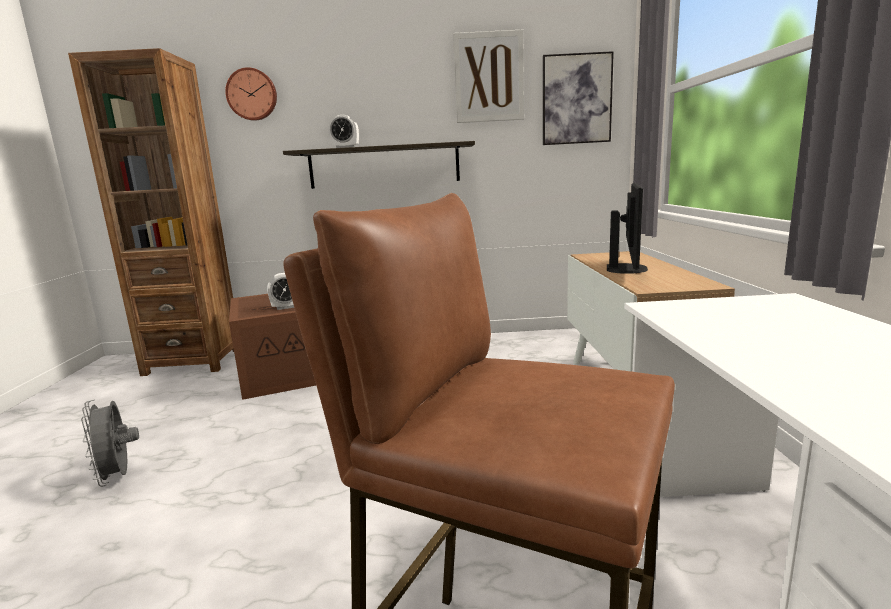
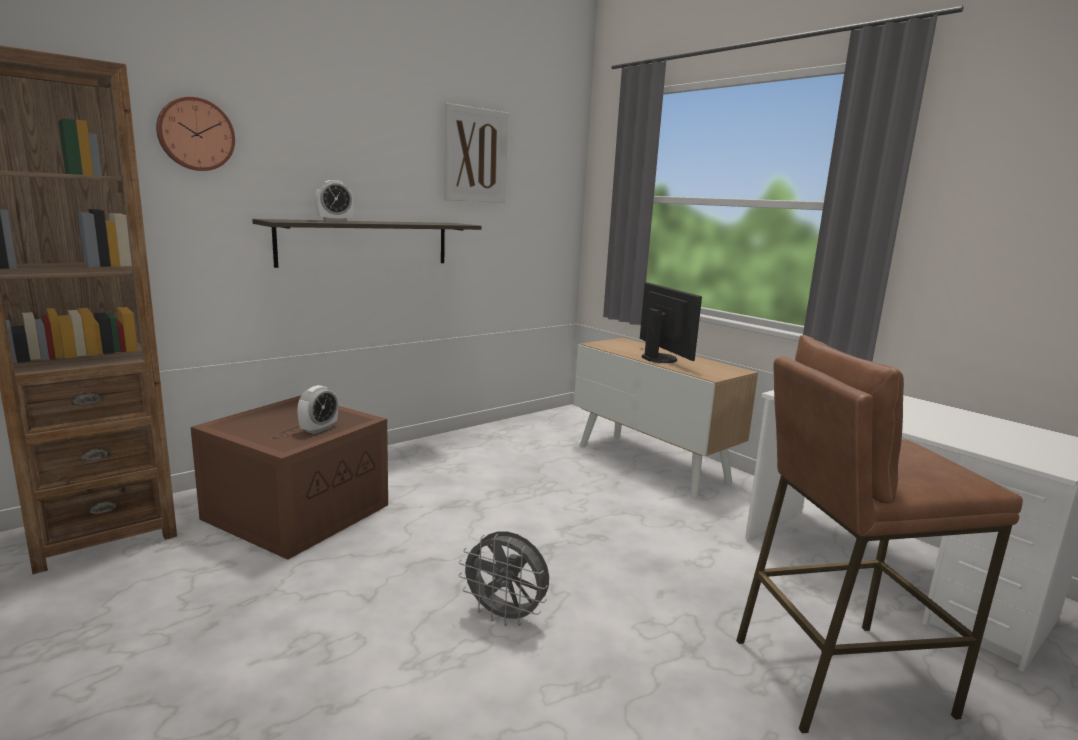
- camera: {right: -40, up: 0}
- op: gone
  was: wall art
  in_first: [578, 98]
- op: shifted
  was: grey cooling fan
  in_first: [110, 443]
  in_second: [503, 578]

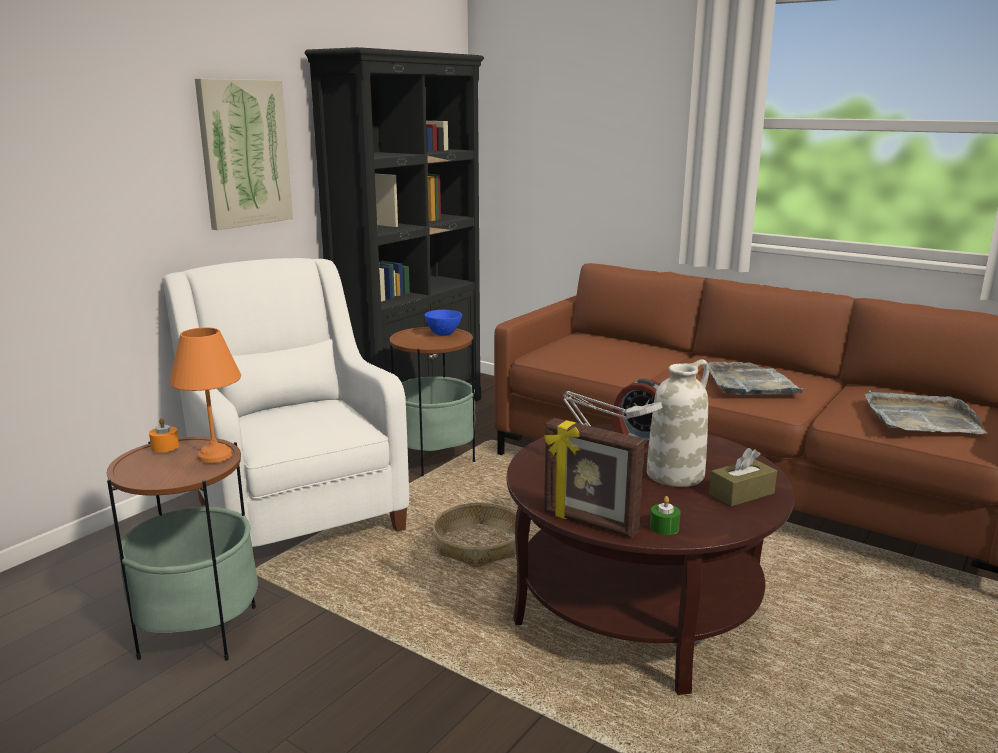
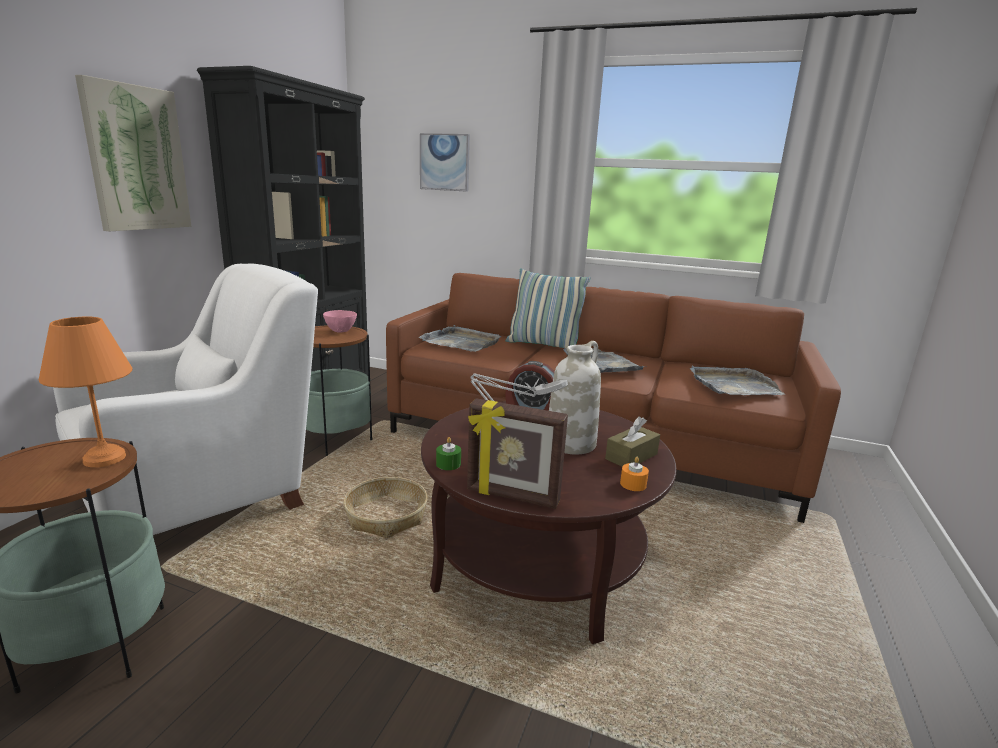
- camera: {right: -15, up: 0}
- op: rotated
  was: white easy chair
  in_first: [286, 402]
  in_second: [185, 399]
  clockwise: 90
- op: repainted
  was: blue-coloured deep dish
  now: pinkish deep dish
  in_first: [443, 323]
  in_second: [340, 321]
- op: shifted
  was: orange-coloured wax candle
  in_first: [164, 435]
  in_second: [634, 474]
- op: shifted
  was: green wax candle
  in_first: [665, 515]
  in_second: [448, 453]
- op: new
  now: wall art
  in_second: [445, 162]
- op: new
  now: pillow
  in_second: [548, 308]
- op: new
  now: grey carrying tray
  in_second: [460, 338]

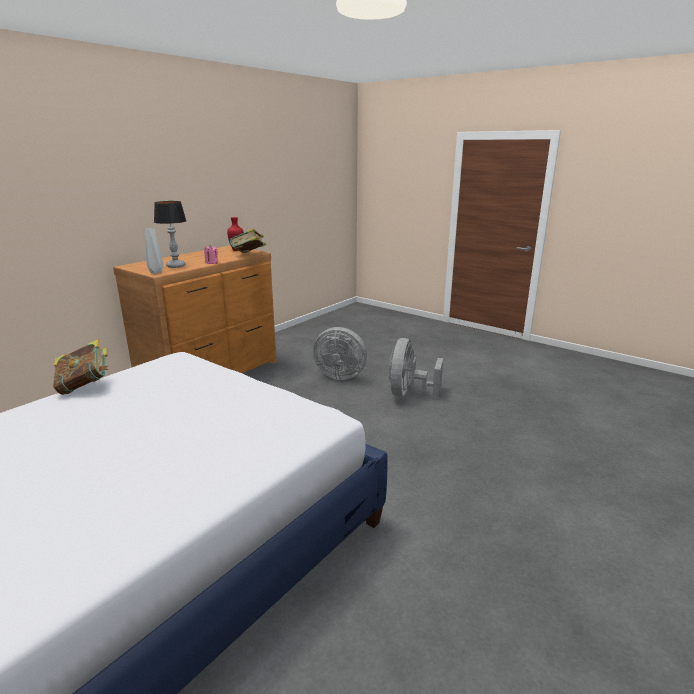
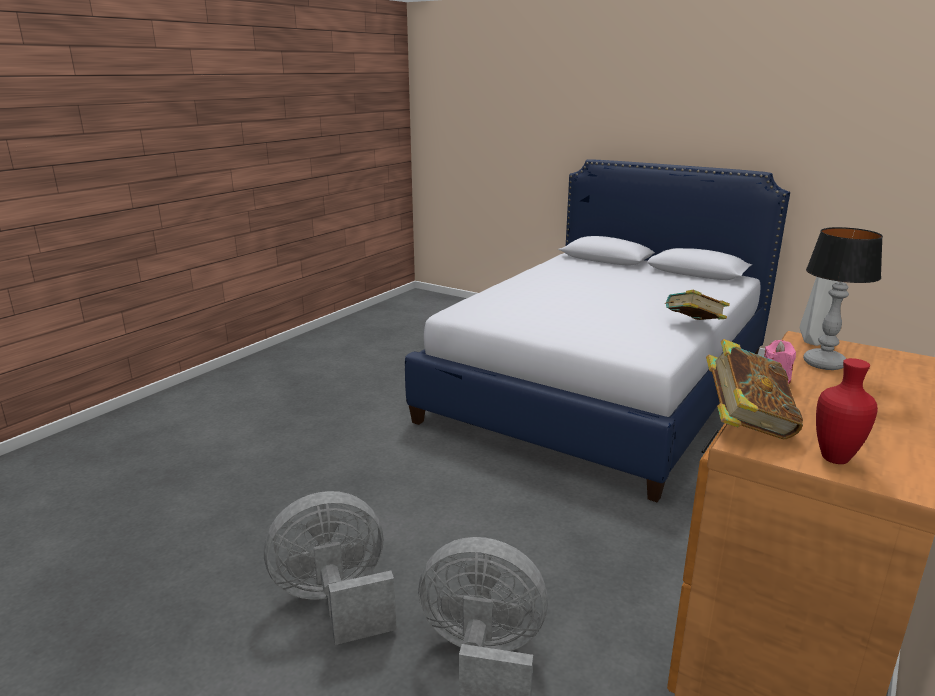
- camera: {right: 175, up: 0}
- op: rotated
  was: grey cooling fan
  in_first: [416, 368]
  in_second: [330, 568]
  clockwise: -120

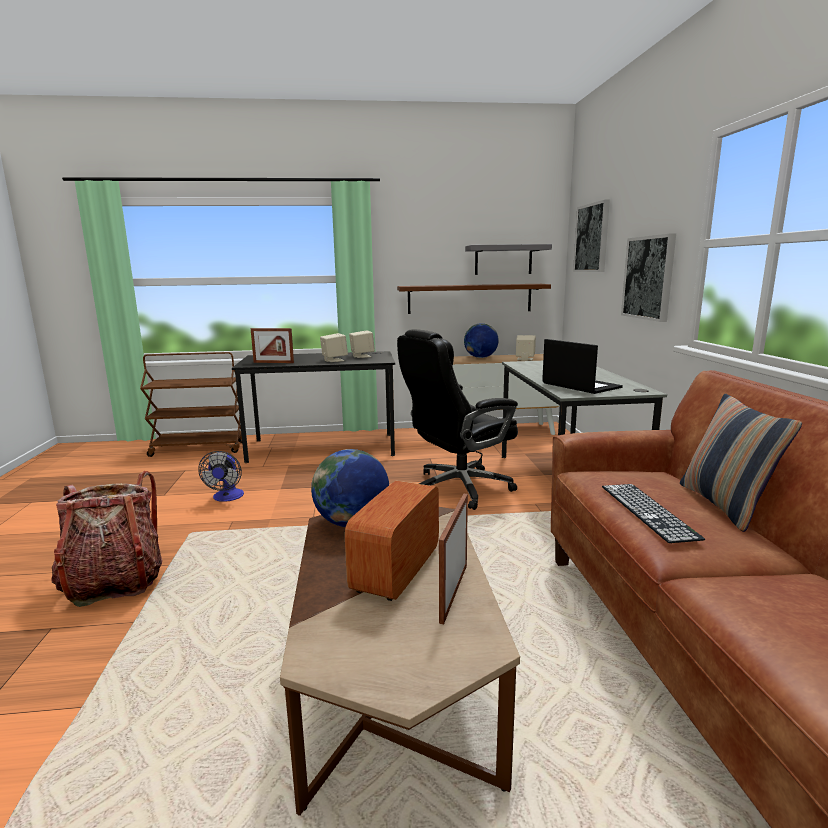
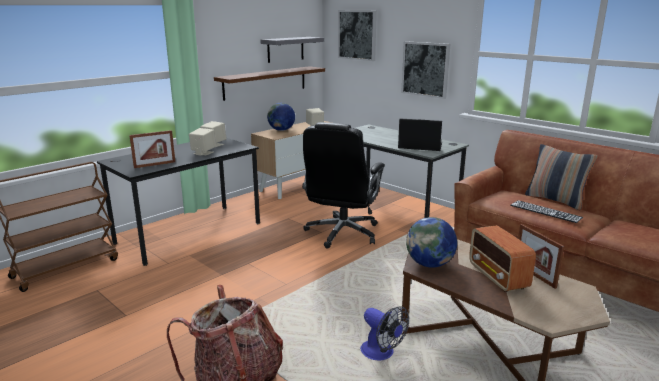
- camera: {right: -40, up: 5}
- op: shifted
  was: cooling fan
  in_first: [221, 476]
  in_second: [384, 333]

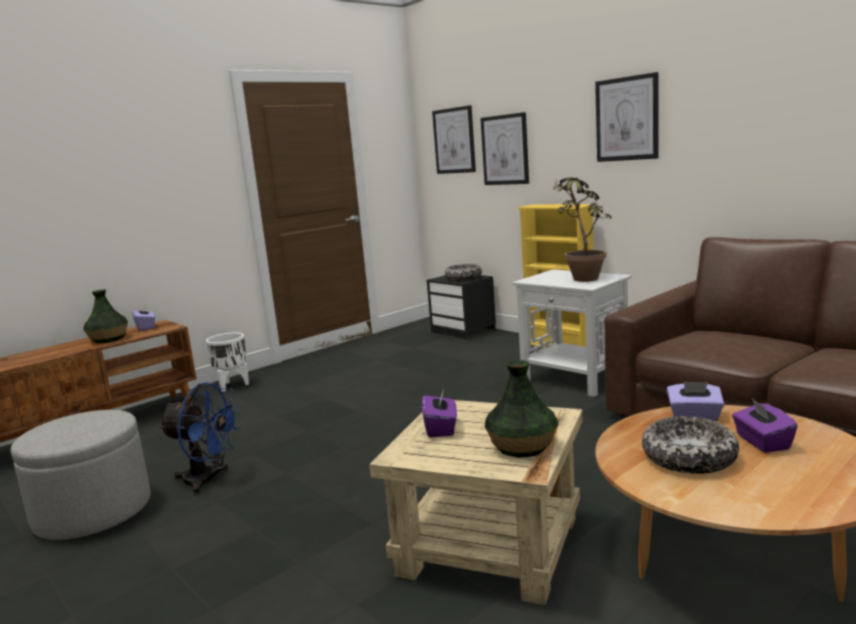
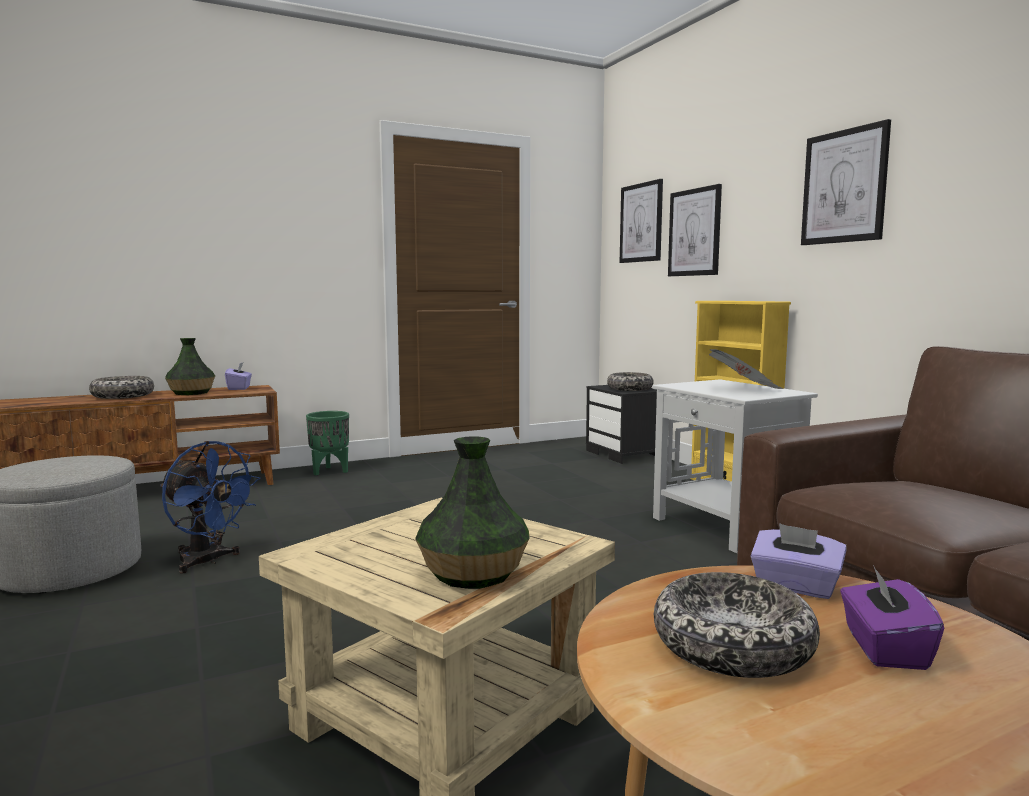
- camera: {right: 15, up: -5}
- op: swapped
  was: houseplant
  now: daily paper
  in_first: [582, 229]
  in_second: [746, 369]
- op: repainted
  was: white plant pot
  now: green plant pot
  in_first: [227, 362]
  in_second: [327, 443]
- op: gone
  was: purple-coloured tissue box
  in_first: [439, 412]
- op: new
  now: deep dish
  in_second: [121, 387]

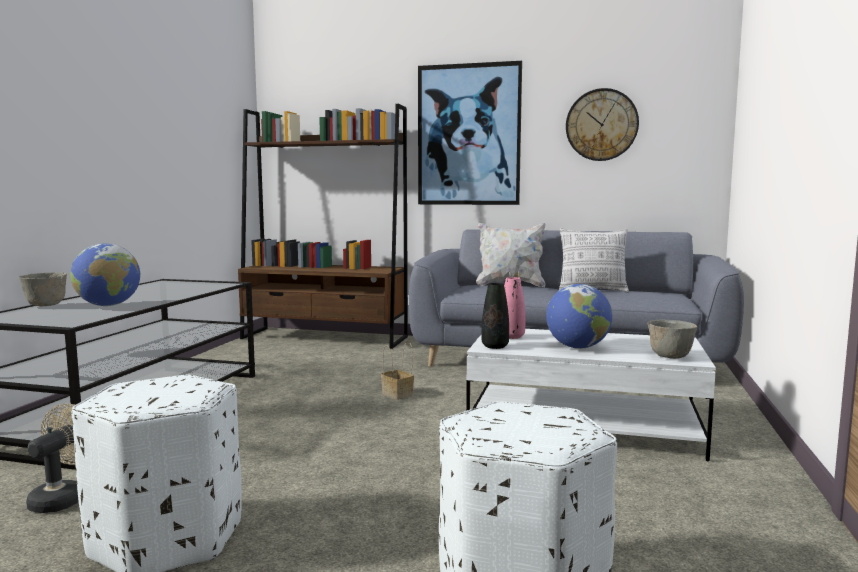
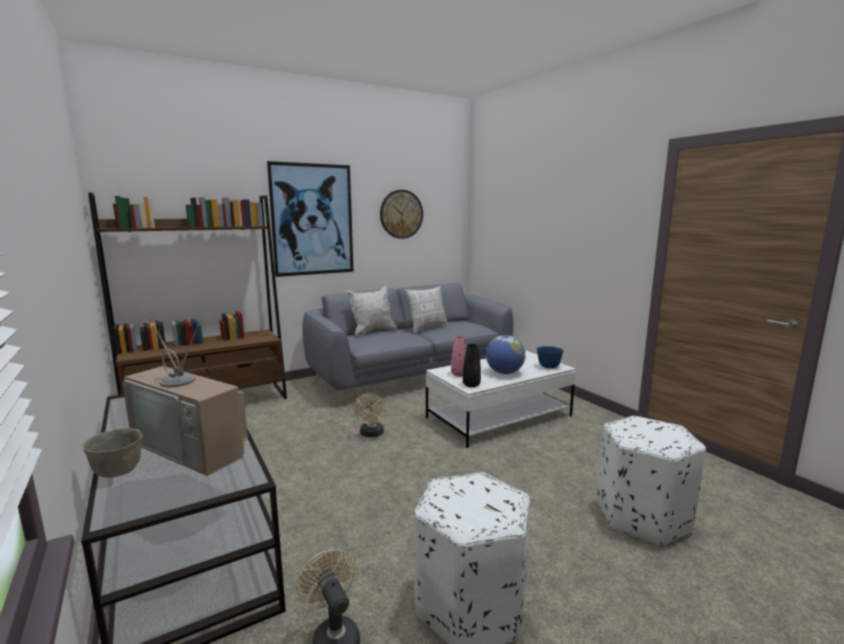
- camera: {right: -45, up: 5}
- op: swapped
  was: globe
  now: television
  in_first: [105, 275]
  in_second: [185, 396]
- op: repainted
  was: grey deep dish
  now: blue-coloured deep dish
  in_first: [672, 339]
  in_second: [550, 357]
- op: swapped
  was: storage basket
  now: beige-coloured cooling fan
  in_first: [397, 370]
  in_second: [369, 415]

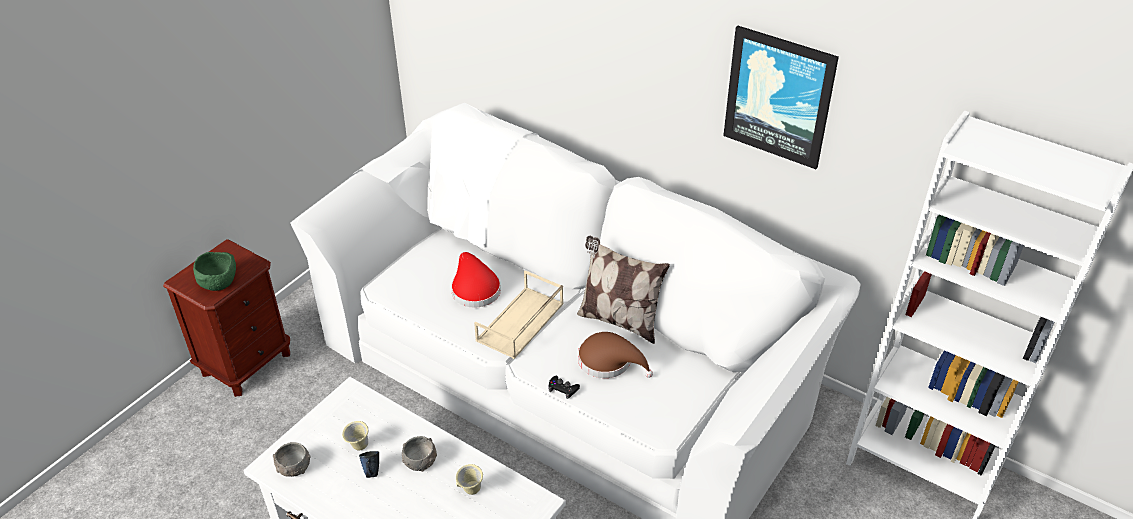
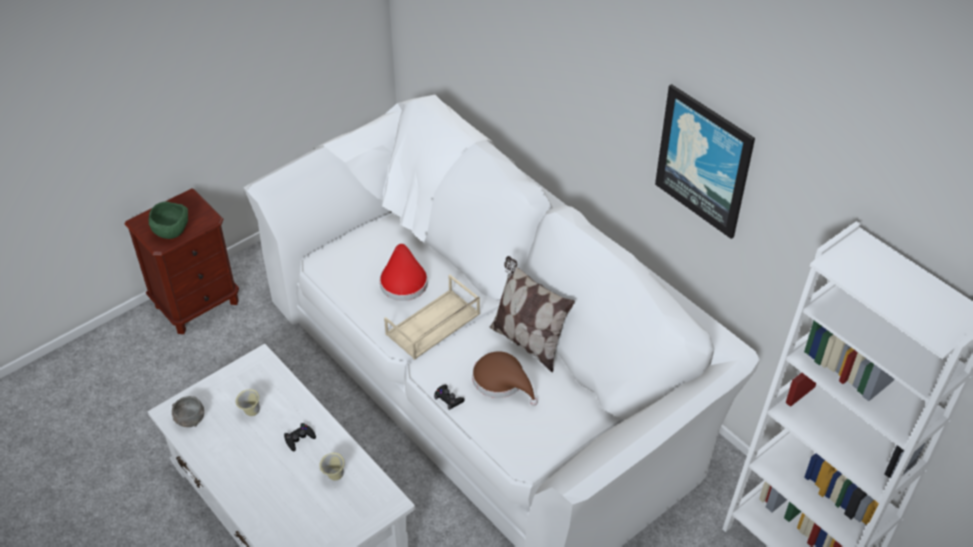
- camera: {right: 15, up: 5}
- op: swapped
  was: grey deep dish
  now: black-coloured joypad
  in_first: [419, 454]
  in_second: [300, 437]
- op: gone
  was: blue-coloured tea mug
  in_first: [369, 464]

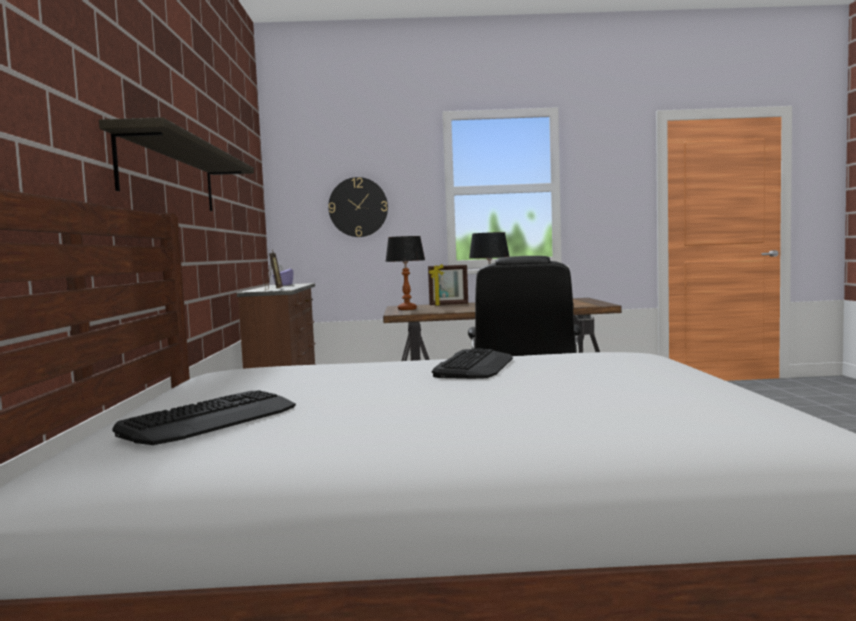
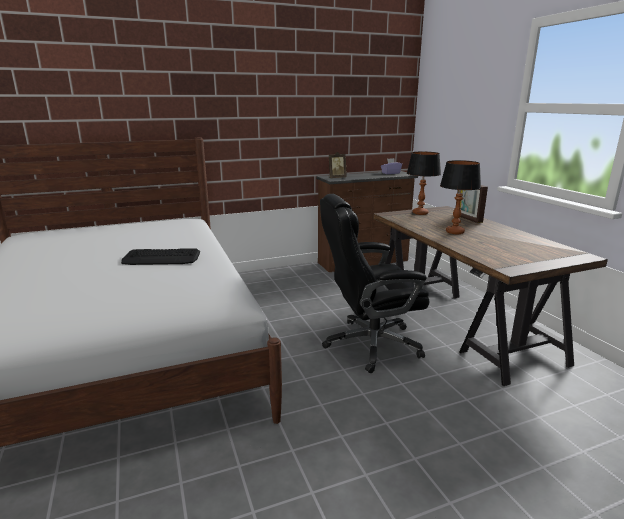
- camera: {right: 70, up: 15}
- op: gone
  was: wall shelf
  in_first: [176, 164]
- op: gone
  was: hanging clock
  in_first: [358, 207]
- op: gone
  was: PC keyboard
  in_first: [204, 417]

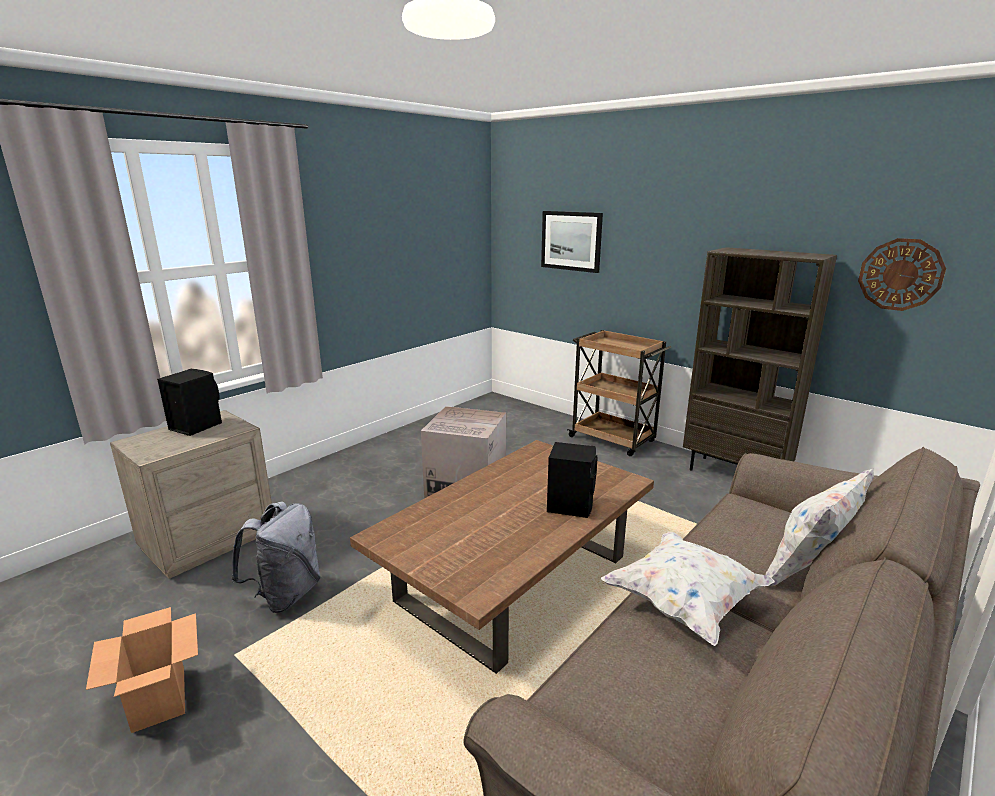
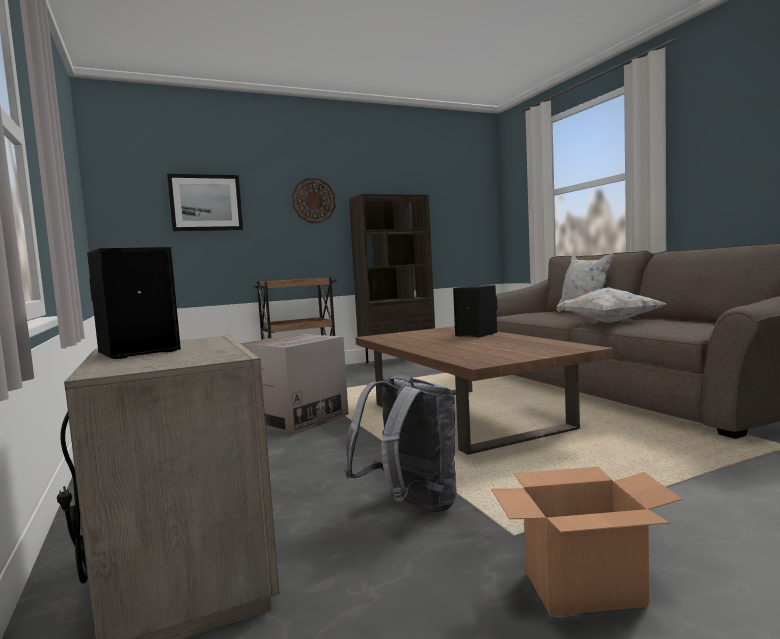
- camera: {right: -65, up: -15}
- op: shifted
  was: hanging clock
  in_first: [902, 274]
  in_second: [314, 200]

